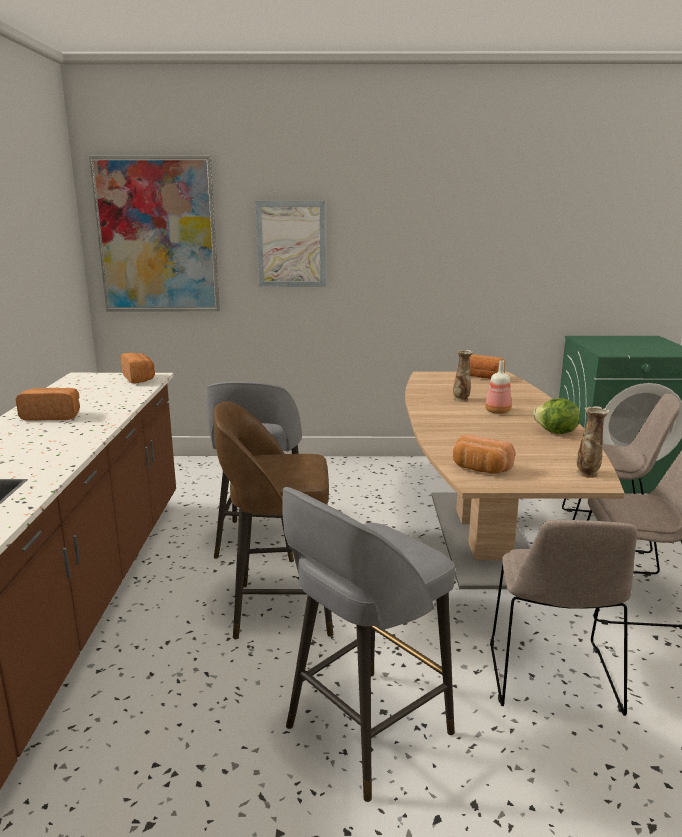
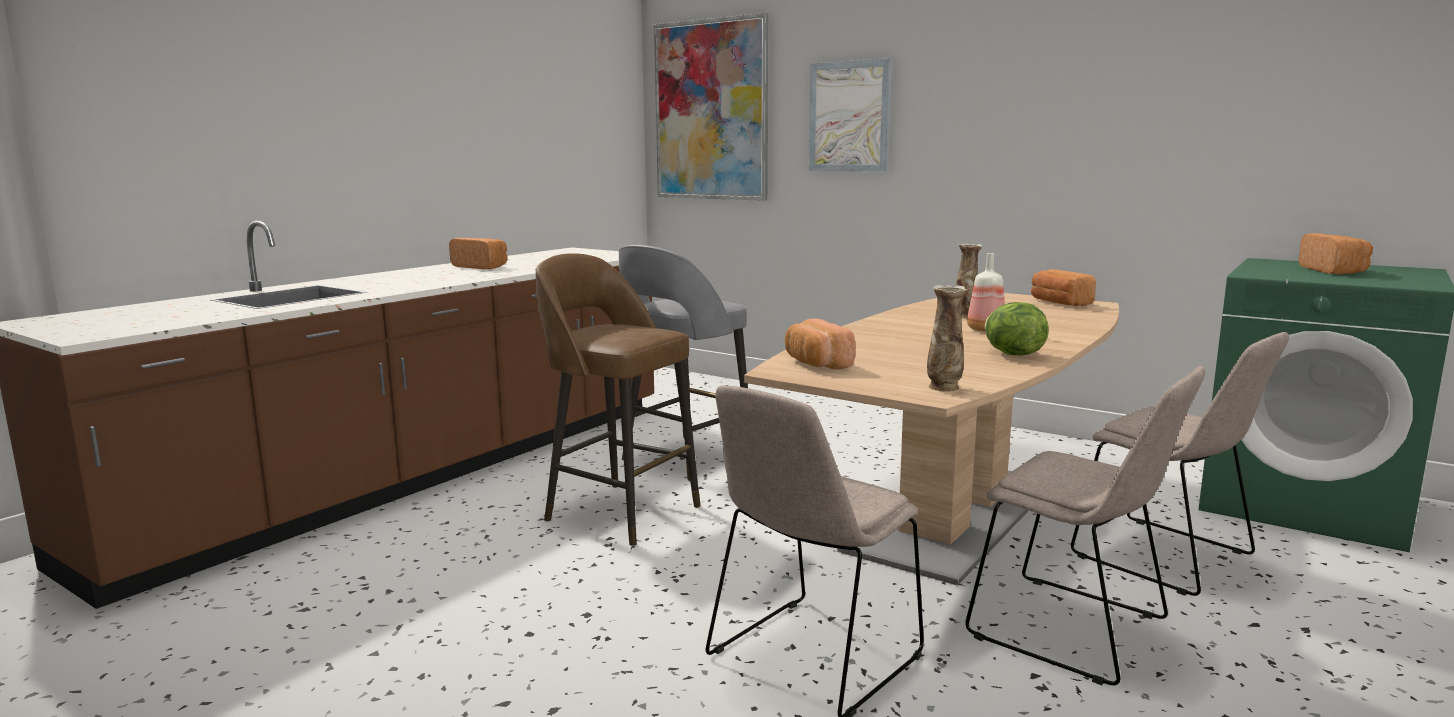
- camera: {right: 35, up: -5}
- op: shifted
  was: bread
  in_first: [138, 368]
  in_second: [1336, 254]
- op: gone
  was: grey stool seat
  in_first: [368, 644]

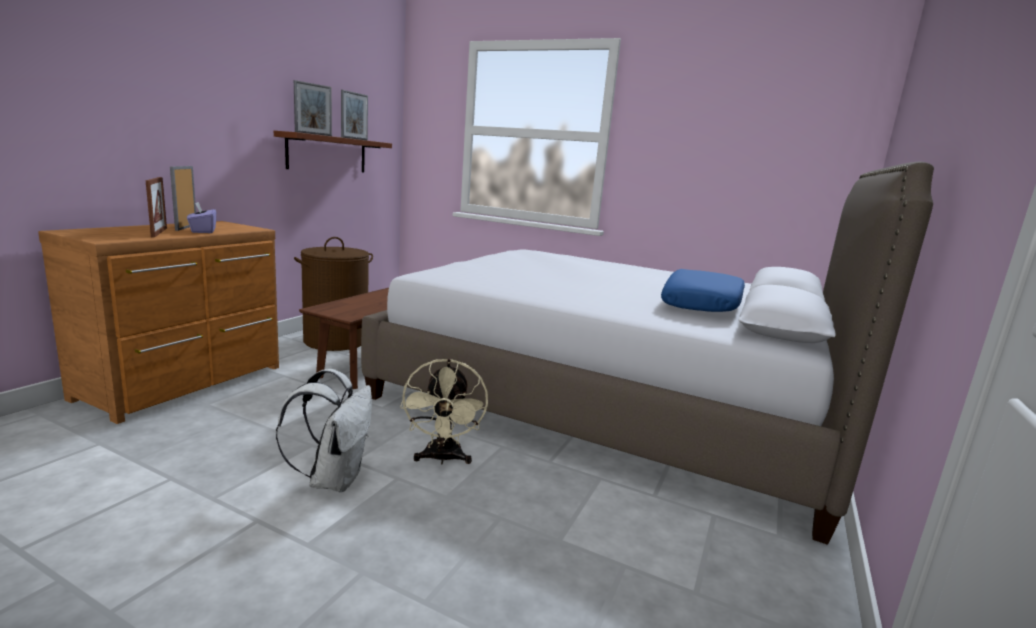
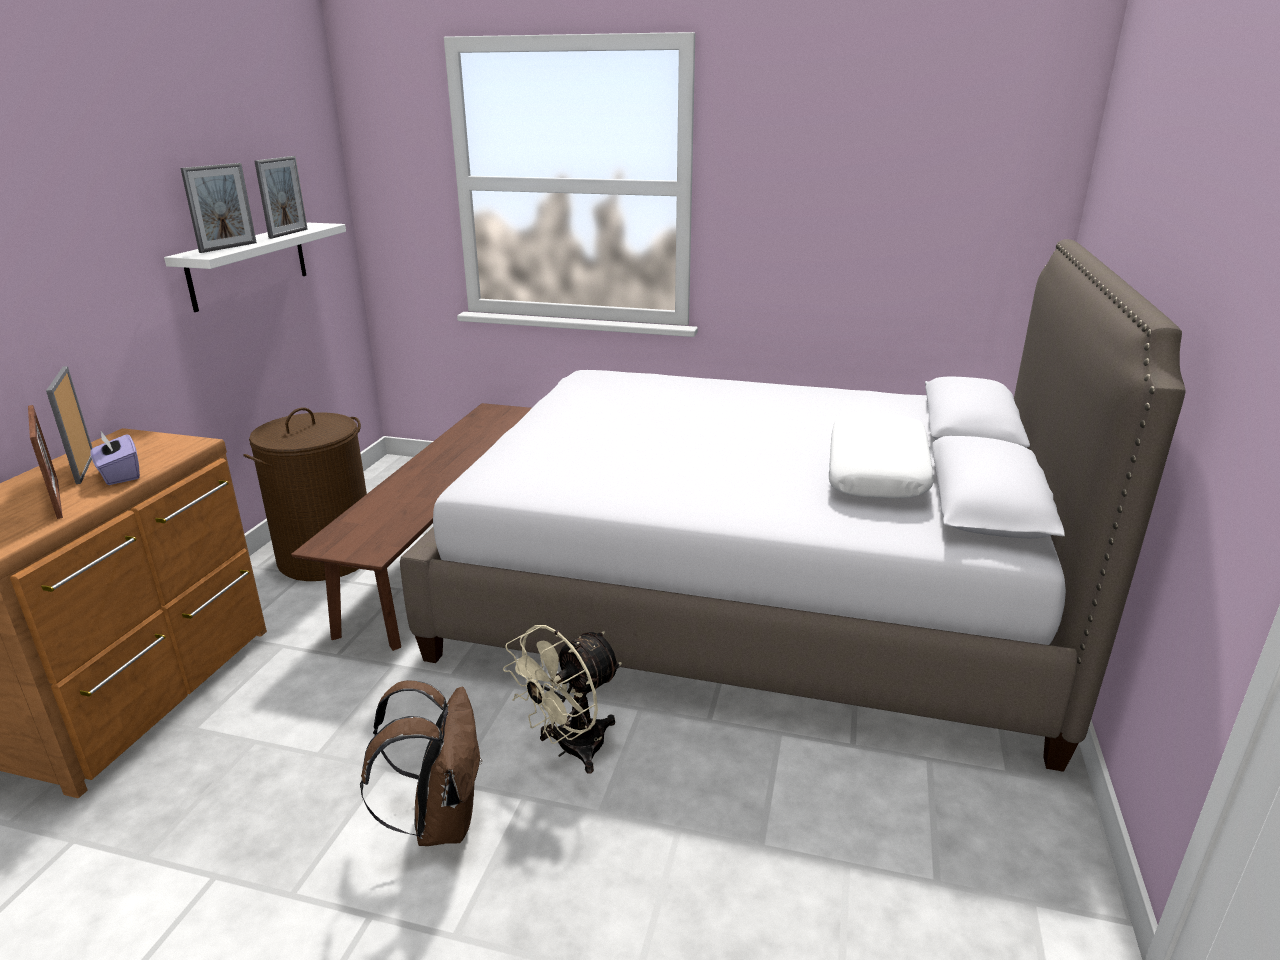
- camera: {right: -10, up: 10}
- op: repainted
  was: brownish wall shelf
  now: white wall shelf
  in_first: [333, 151]
  in_second: [255, 267]
- op: repainted
  was: blue-coloured pillow
  now: white pillow
  in_first: [703, 290]
  in_second: [881, 455]
- op: rotated
  was: beige-coloured cooling fan
  in_first: [444, 411]
  in_second: [562, 699]
  clockwise: 60
- op: repainted
  was: white rucksack
  now: brownish rucksack
  in_first: [324, 430]
  in_second: [421, 763]

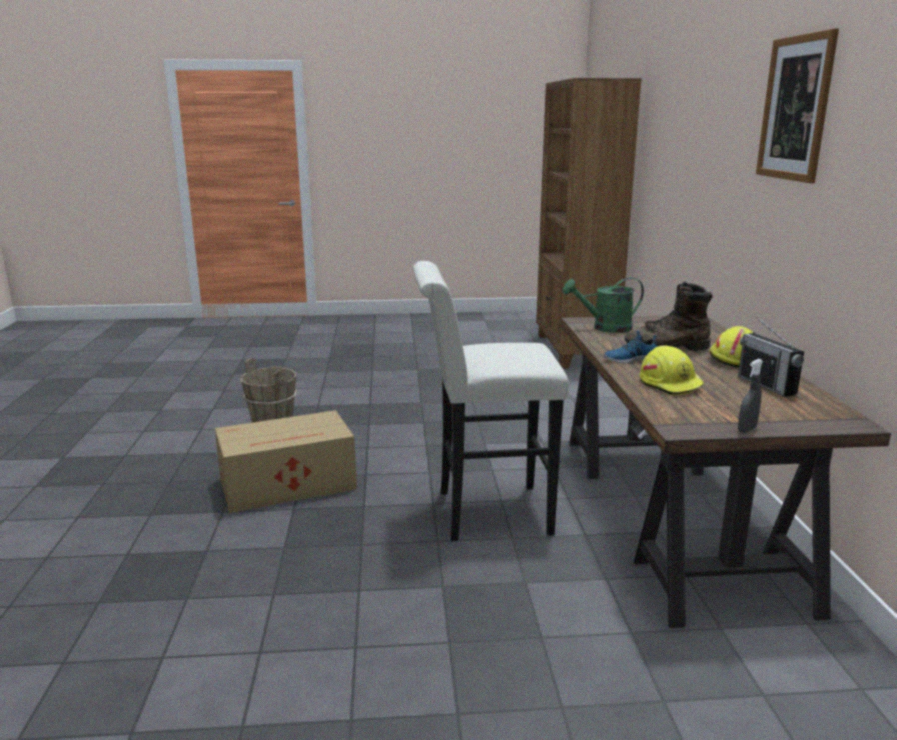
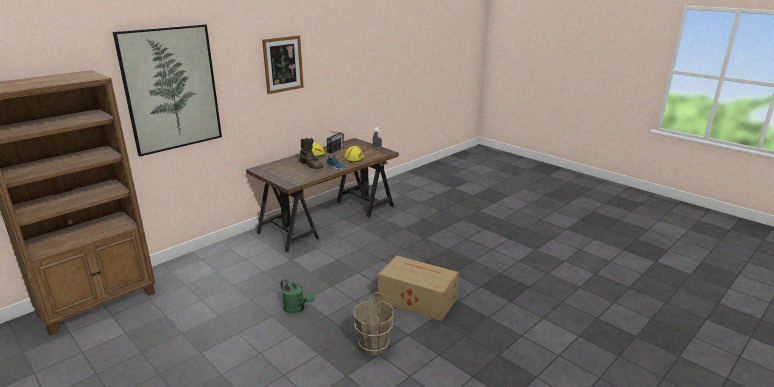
- camera: {right: -130, up: 5}
- op: gone
  was: white stool seat
  in_first: [491, 401]
- op: shifted
  was: green watering pot
  in_first: [603, 305]
  in_second: [297, 296]
- op: new
  now: wall art
  in_second: [167, 90]

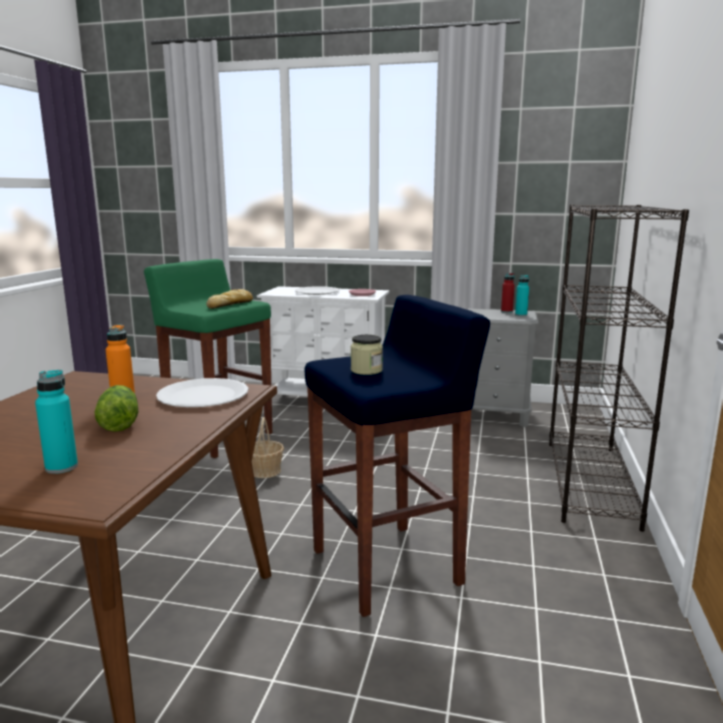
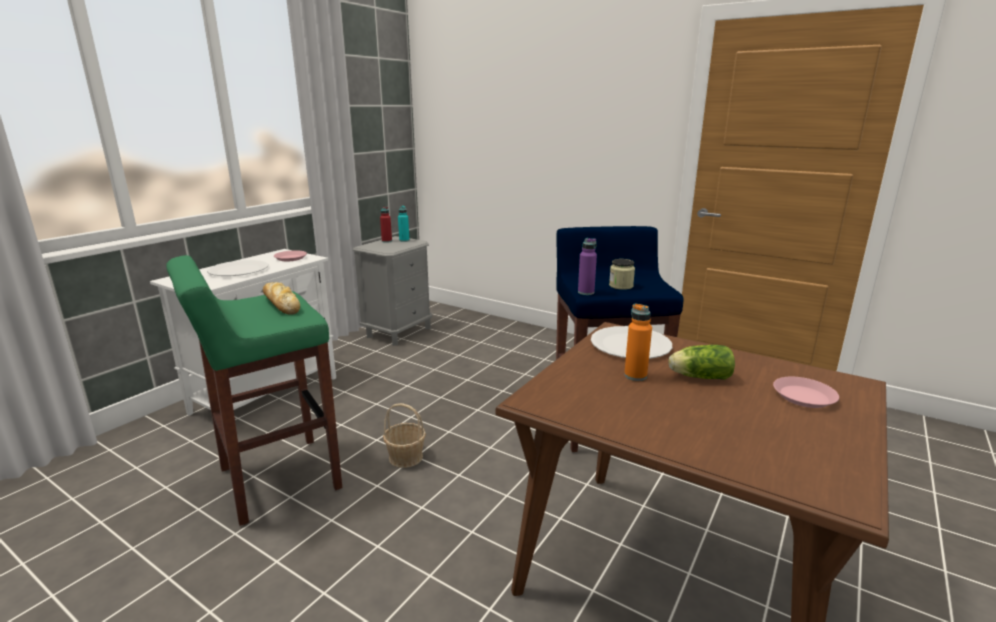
- camera: {right: -70, up: 5}
- op: gone
  was: black-coloured shelving unit
  in_first: [619, 368]
- op: swapped
  was: blue-green beverage bottle
  now: pinkish plate
  in_first: [56, 422]
  in_second: [806, 392]
- op: new
  now: purple-coloured beverage bottle
  in_second: [587, 266]

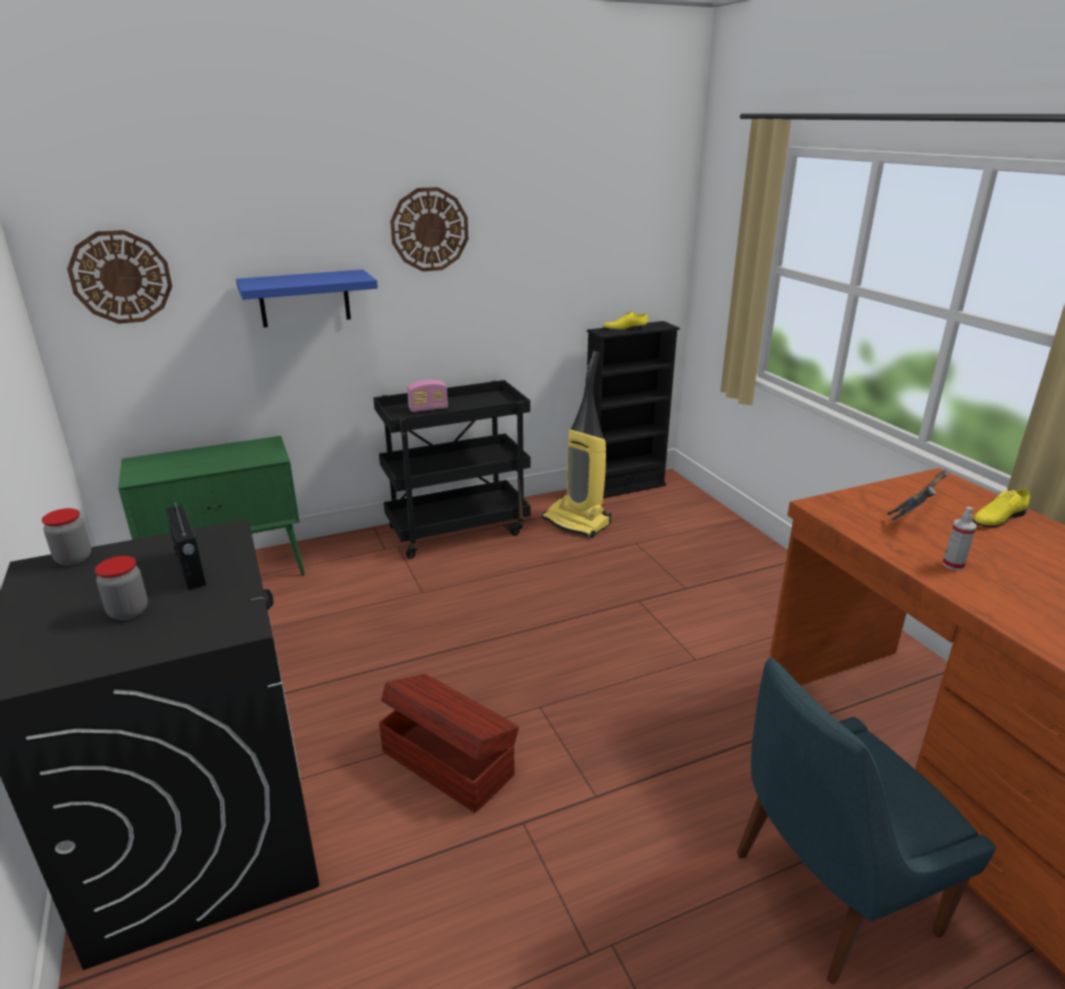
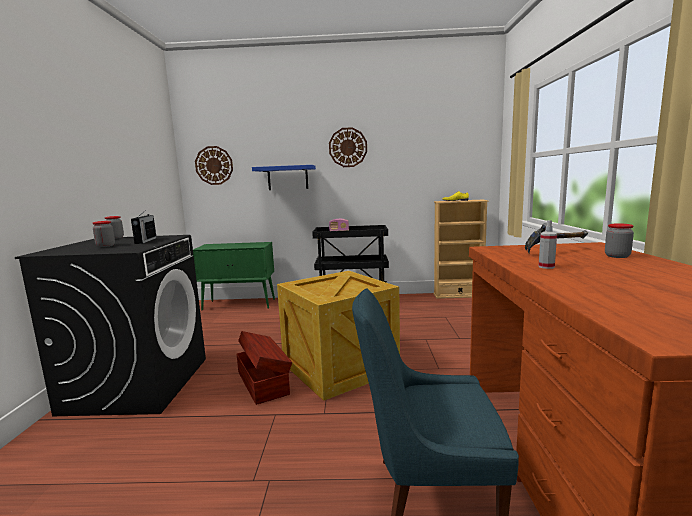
- camera: {right: 25, up: -15}
- op: repainted
  was: black-coloured shelving unit
  now: beige-coloured shelving unit
  in_first: [633, 409]
  in_second: [461, 249]
- op: gone
  was: hoover
  in_first: [576, 444]
- op: swapped
  was: yellowish low shoe
  now: storage jar
  in_first: [1001, 508]
  in_second: [619, 240]
- op: new
  now: packing crate
  in_second: [338, 336]

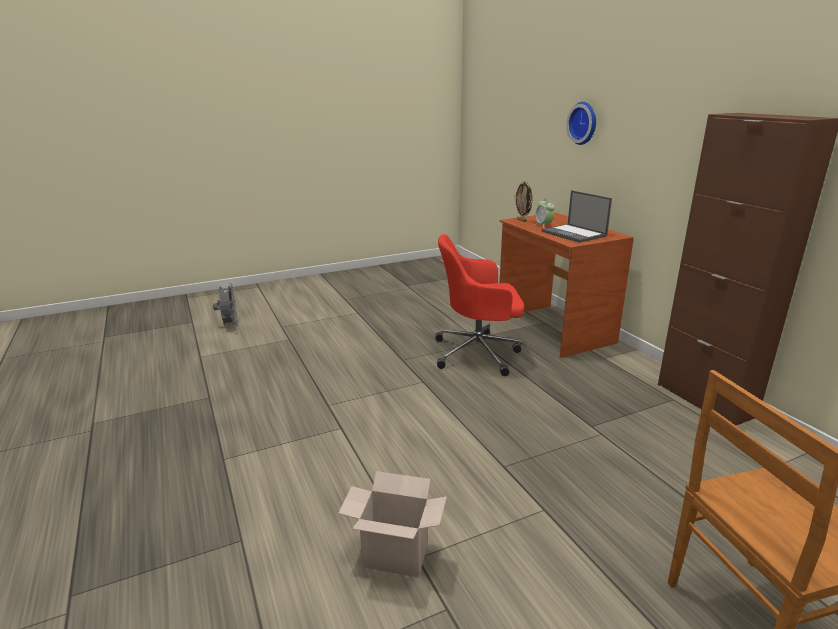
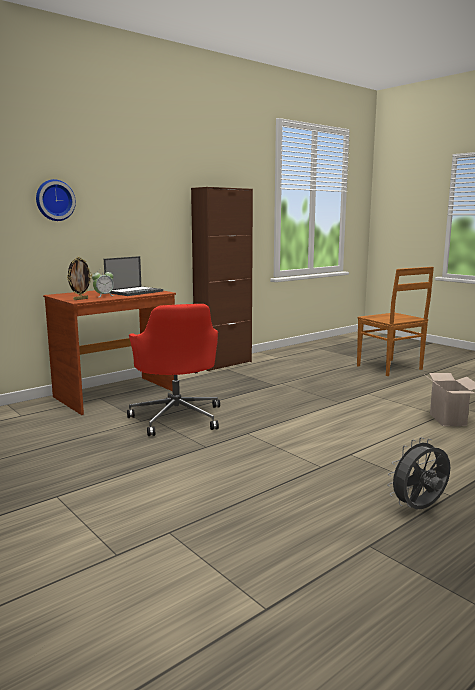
- camera: {right: -105, up: -10}
- op: shifted
  was: grey cooling fan
  in_first: [225, 305]
  in_second: [418, 473]

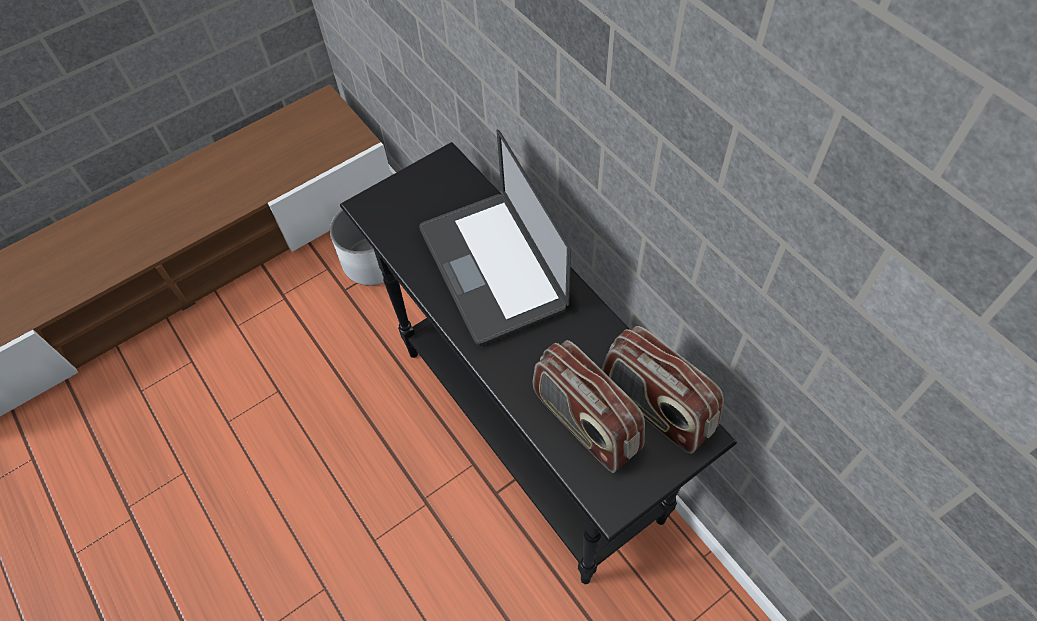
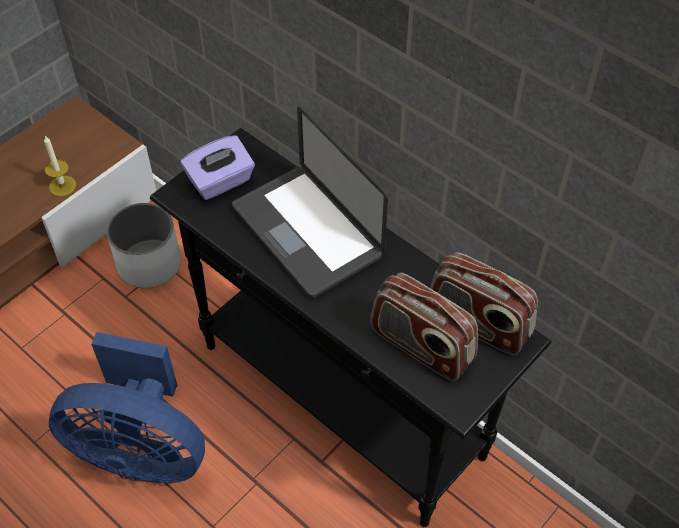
- camera: {right: -15, up: -5}
- op: new
  now: purple-coloured tissue box
  in_second: [218, 167]
- op: new
  now: wax candle
  in_second: [60, 166]
- op: new
  now: blue-coloured cooling fan
  in_second: [127, 407]

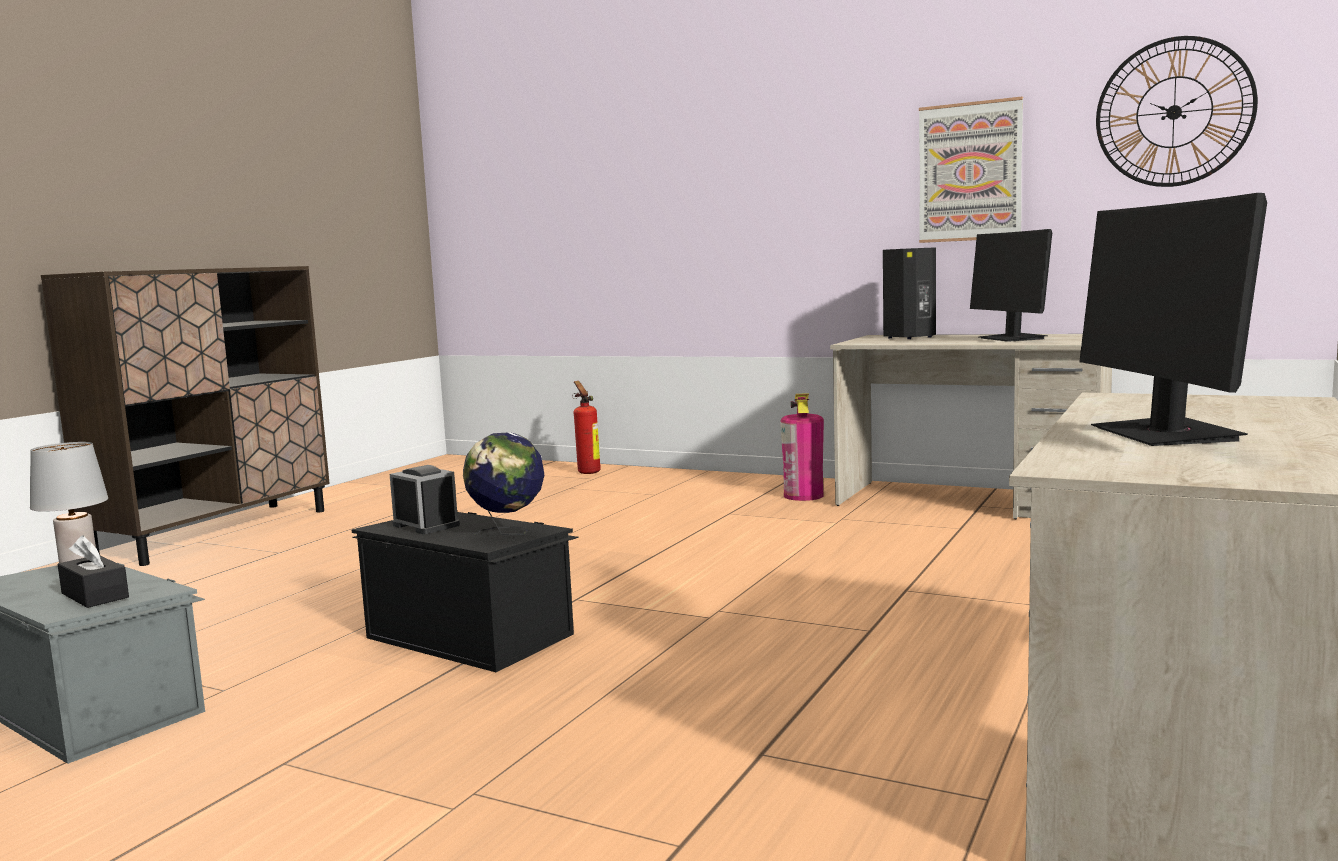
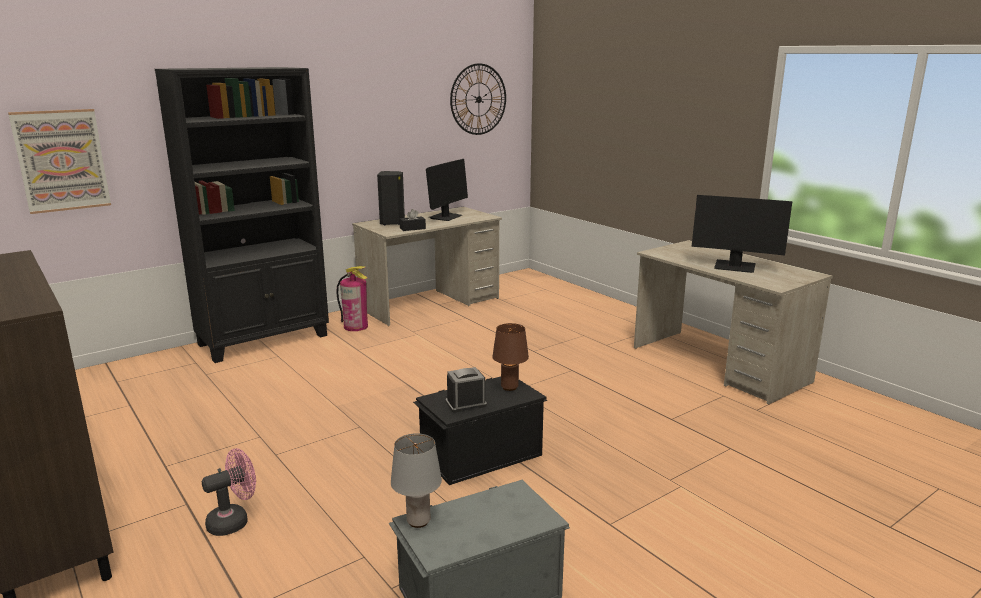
- camera: {right: -65, up: 10}
- op: shifted
  was: wall art
  in_first: [971, 170]
  in_second: [59, 161]
- op: rotated
  was: monitor
  in_first: [1011, 285]
  in_second: [447, 190]
  clockwise: -75
- op: gone
  was: fire-fighting cylinder
  in_first: [586, 427]
- op: swapped
  was: globe
  now: brownish tabletop lamp
  in_first: [503, 483]
  in_second: [510, 357]
- op: shifted
  was: black-coloured tissue box
  in_first: [93, 571]
  in_second: [412, 220]
- op: new
  now: black-coloured shelving unit
  in_second: [242, 215]
- op: new
  now: pinkish cooling fan
  in_second: [229, 492]

